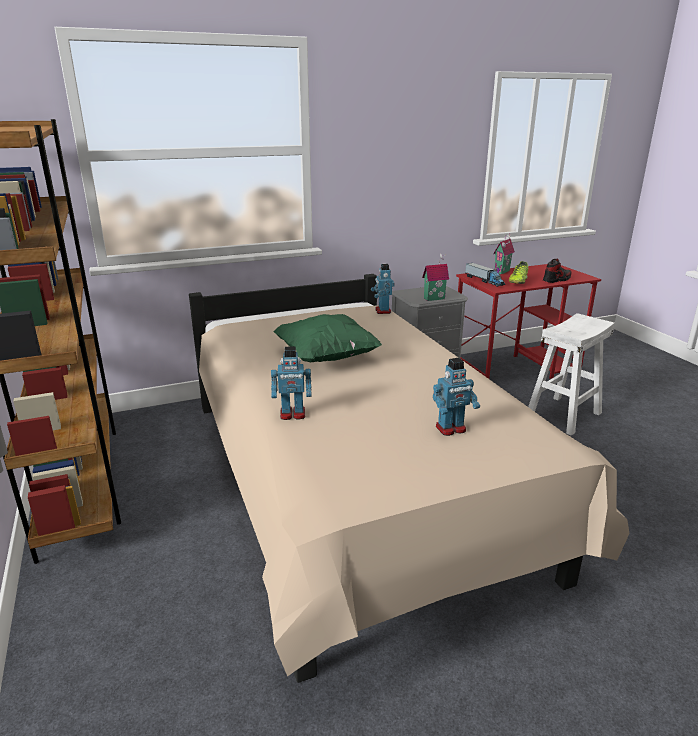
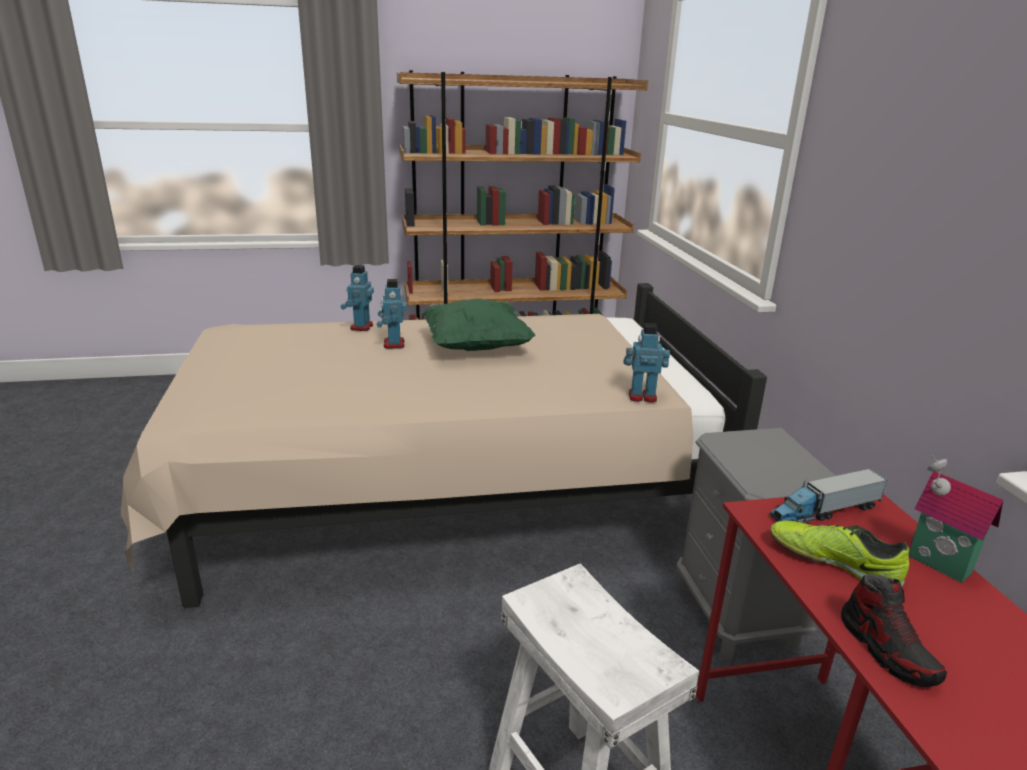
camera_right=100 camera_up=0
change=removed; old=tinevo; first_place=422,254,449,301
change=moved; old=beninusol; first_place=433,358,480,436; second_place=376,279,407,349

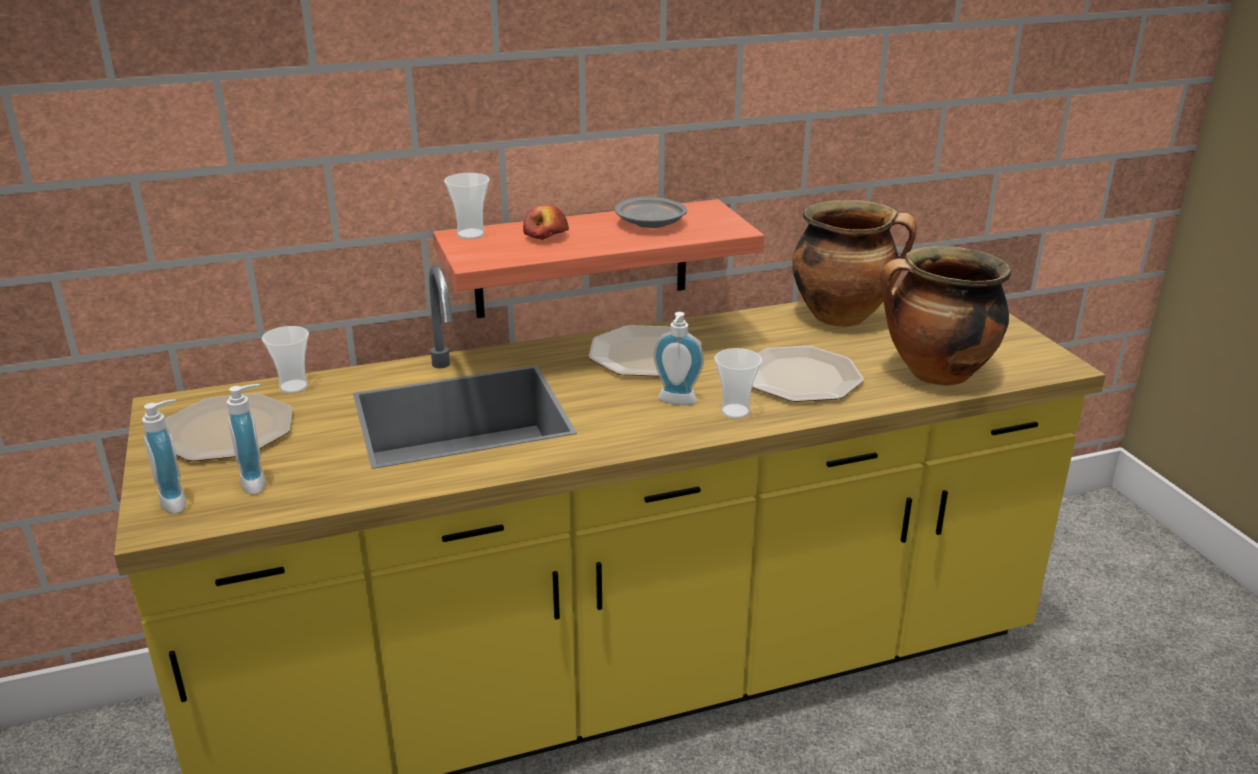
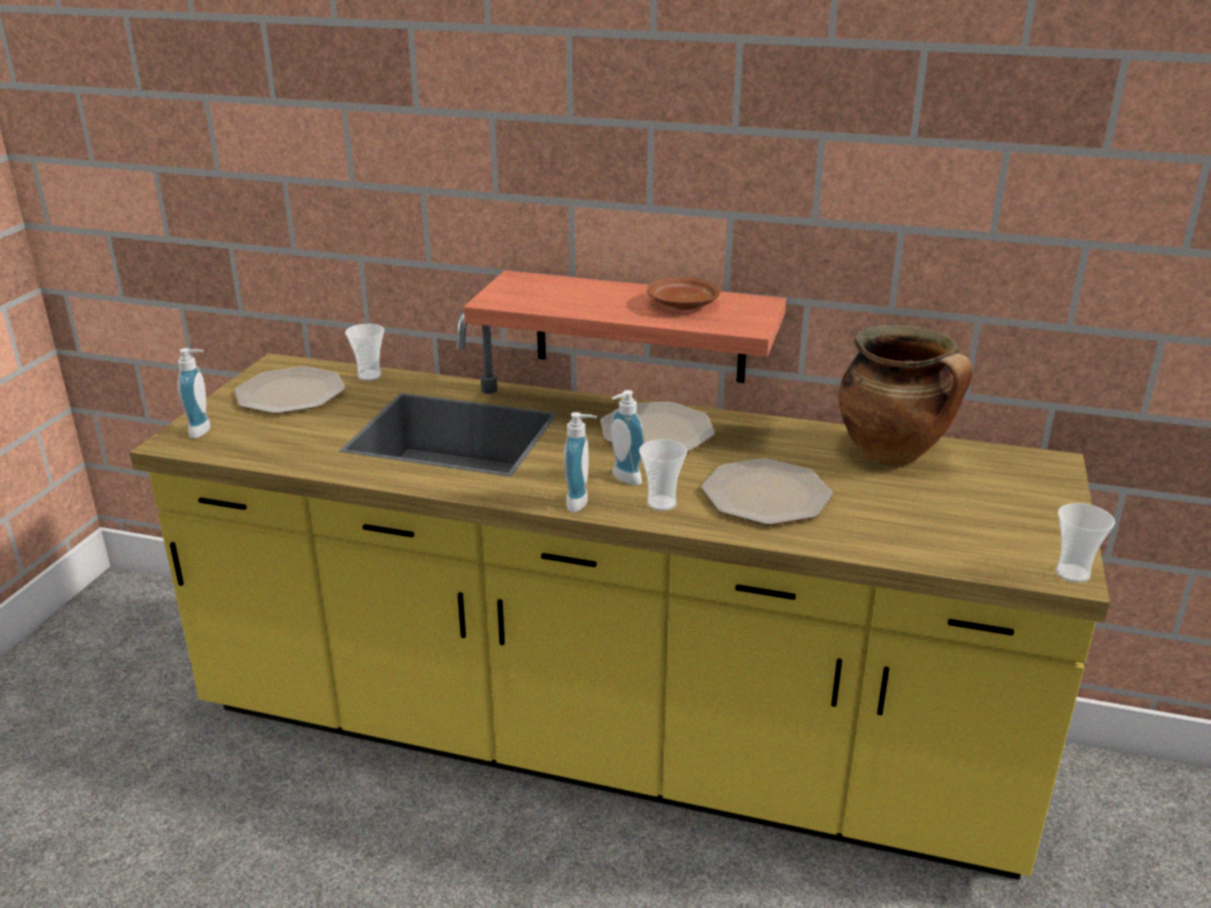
camera_right=35 camera_up=0
change=removed; old=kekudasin; first_place=523,205,569,240
change=removed; old=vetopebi; first_place=880,246,1011,386
change=moved; old=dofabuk; first_place=227,384,265,495; second_place=564,412,597,512
change=moved; old=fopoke; first_place=444,173,490,239; second_place=1056,503,1115,583
change=recoloured; old=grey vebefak; new=brown vebefak; first_place=615,196,687,228; second_place=647,277,720,310

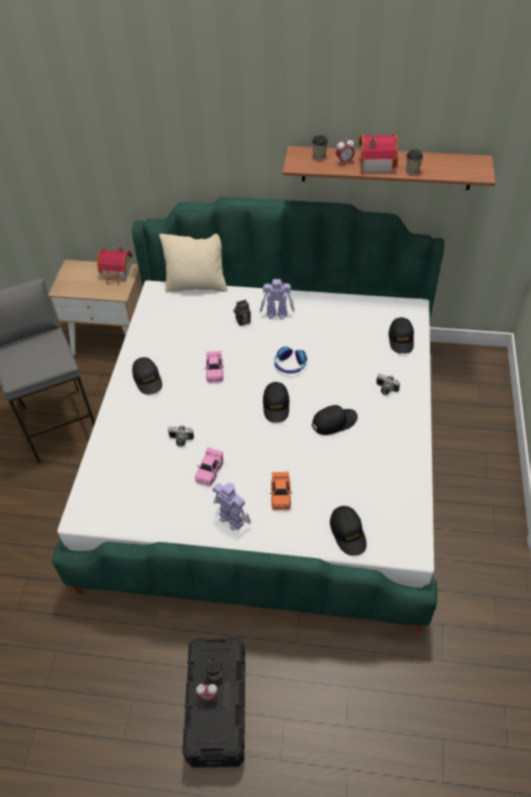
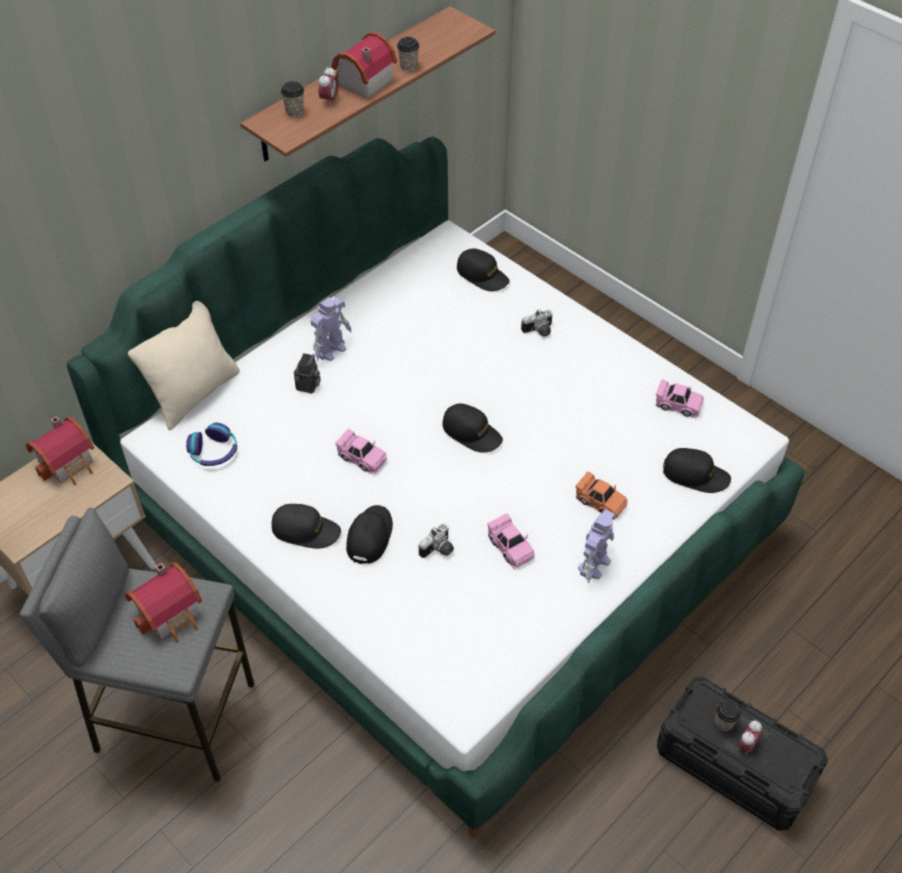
camera_right=-55 camera_up=0
change=added; new=tinevo; second_place=125,562,202,643
change=added; new=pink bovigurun; second_place=656,379,704,418
change=moved; old=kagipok; first_place=274,347,307,374; second_place=186,423,238,466
change=moved; old=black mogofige; first_place=312,405,358,435; second_place=346,505,393,564
change=turned; old=beninusol; first_place=213,483,251,530; second_place=578,509,616,583; degrees=135

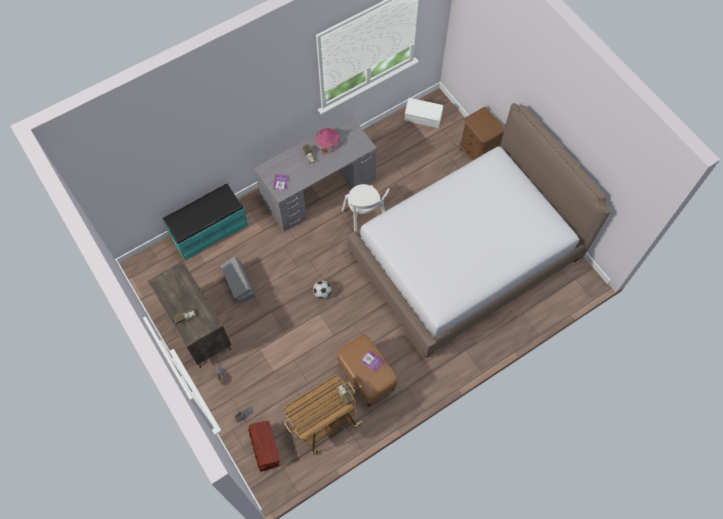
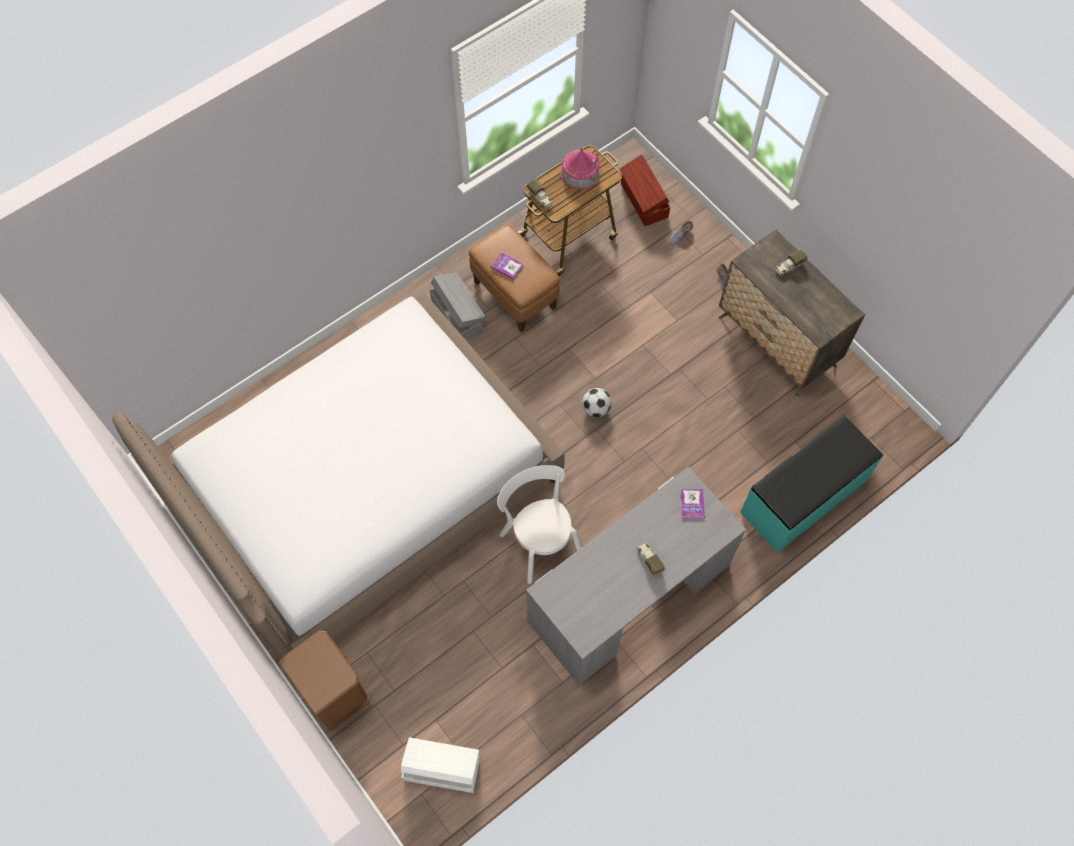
camera_right=175 camera_up=0
change=moved; old=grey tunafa; first_place=221,257,256,304; second_place=430,272,486,341
change=moved; old=tinevo; first_place=315,128,340,155; second_place=561,147,600,189

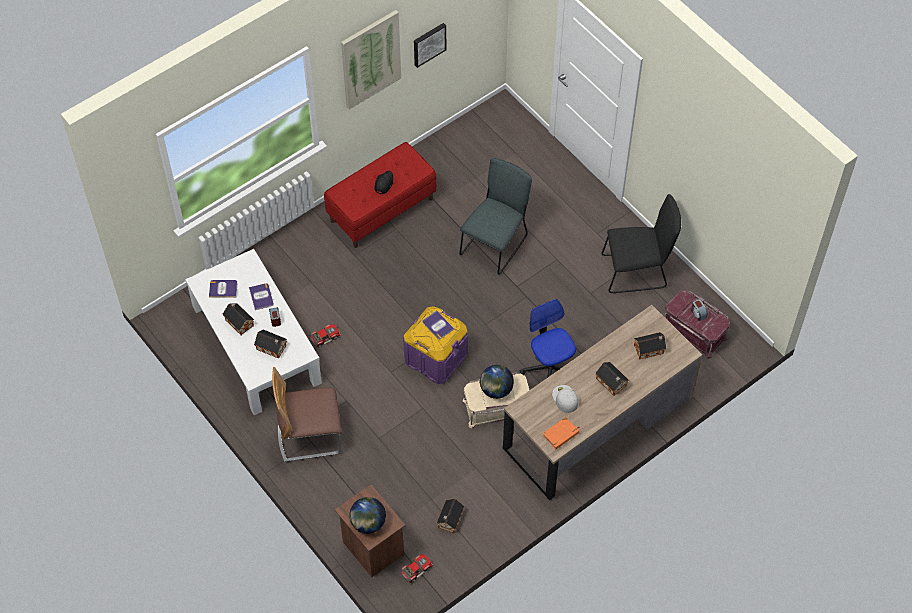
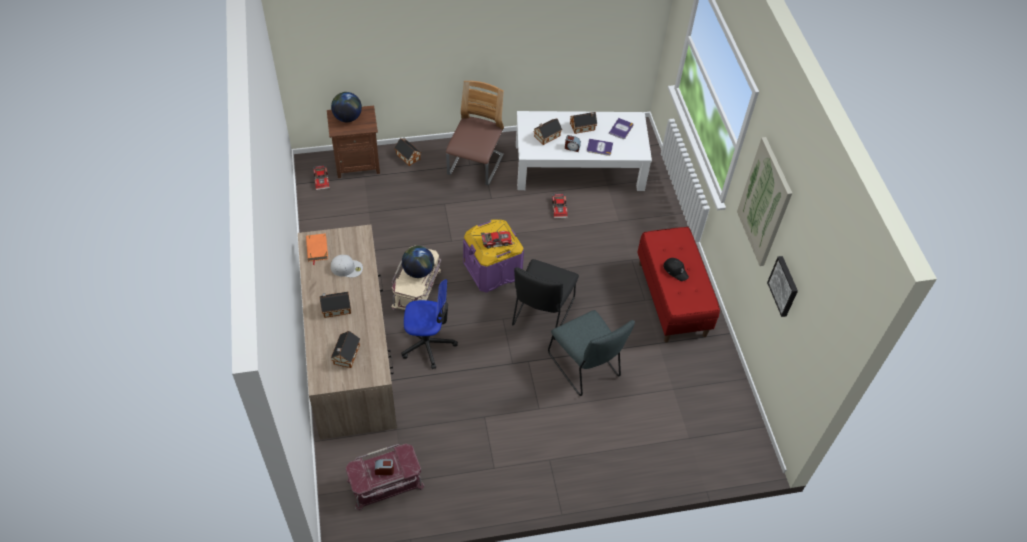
camera_right=115 camera_up=-5
change=moved; old=tinevo; first_place=436,499,464,533; second_place=394,138,421,166
change=moved; old=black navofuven; first_place=601,194,681,293; second_place=512,259,579,340
change=replaced; old=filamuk; new=bovigurun; first_place=423,311,454,339; second_place=481,231,513,249

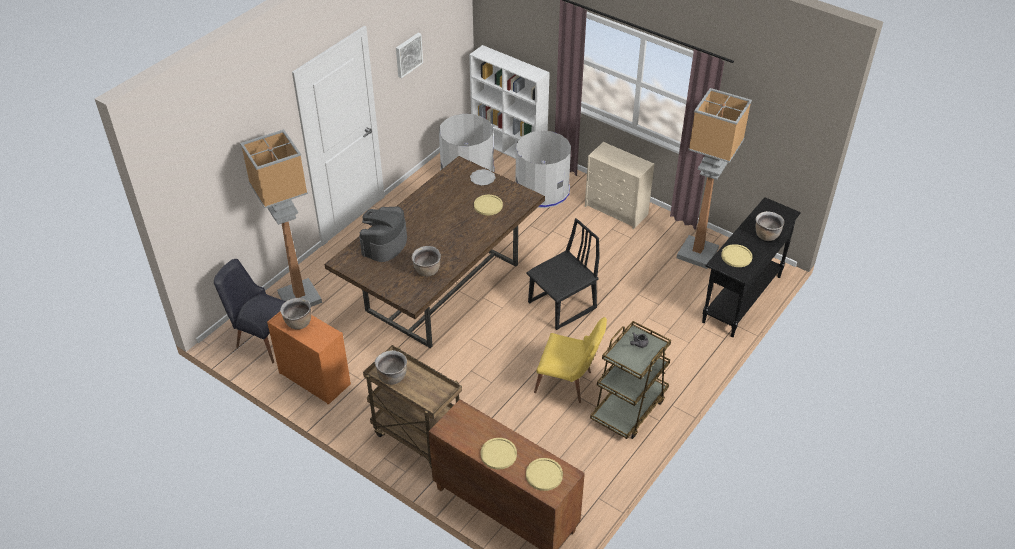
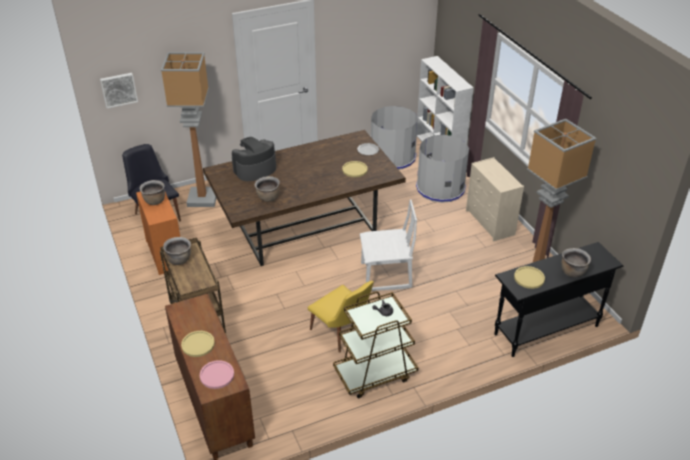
camera_right=30 camera_up=-5
change=moved; old=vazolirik; first_place=396,33,423,78; second_place=100,73,138,108
change=recoloured; old=yellow vebefak; new=pink vebefak; first_place=526,458,563,491; second_place=200,360,234,389
change=recoloured; old=black navofuven; new=white navofuven; first_place=527,218,600,330; second_place=360,199,417,291

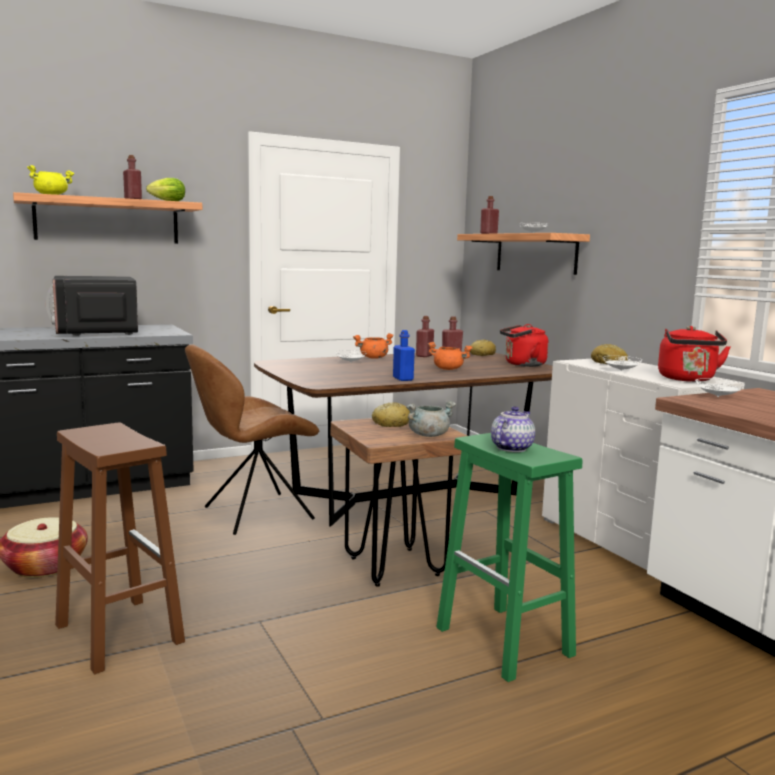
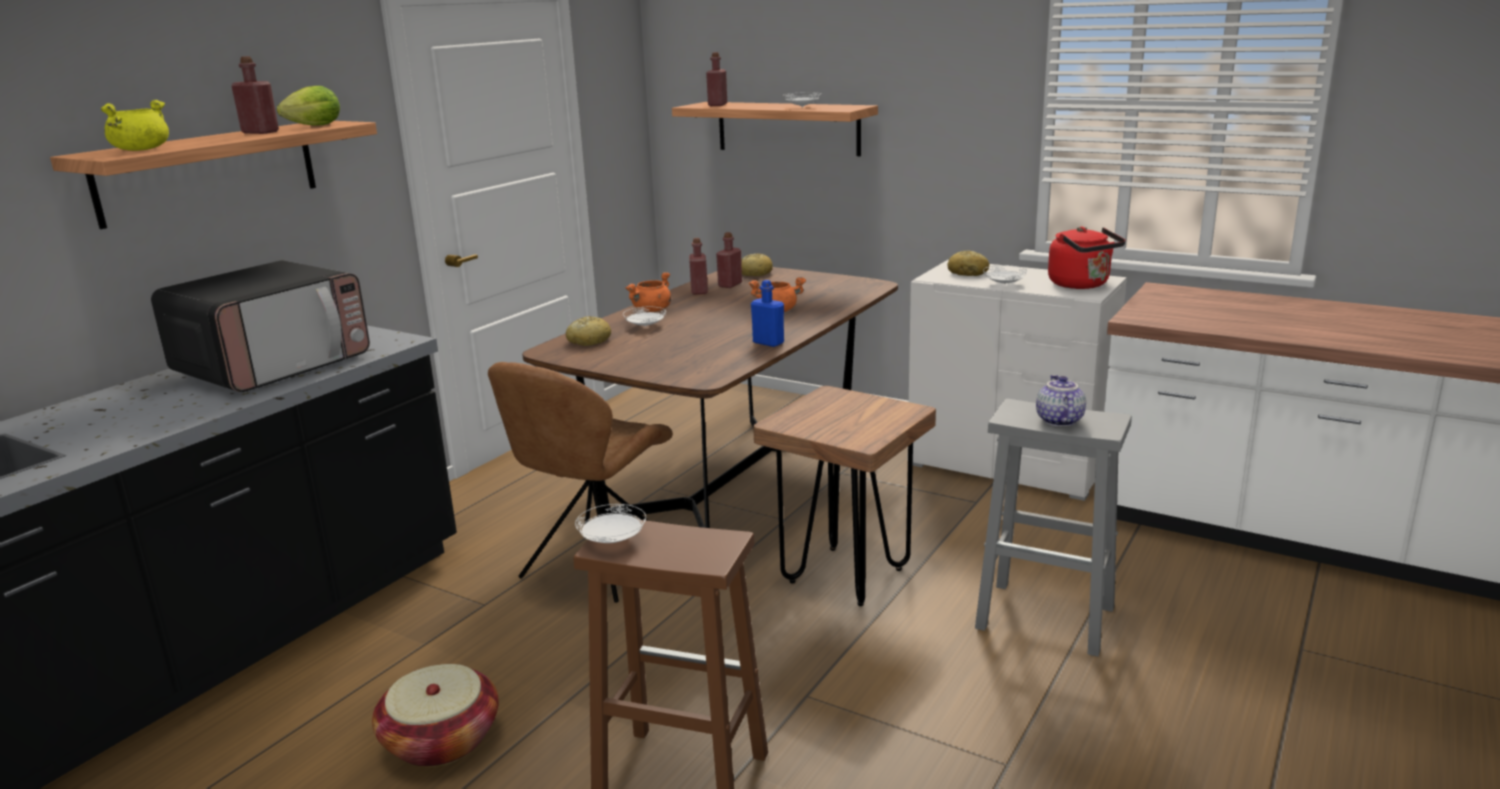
camera_right=-30 camera_up=10
change=removed; old=grey vetopebi; first_place=406,401,456,437
change=removed; old=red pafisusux; first_place=500,324,548,367
change=moved; old=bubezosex; first_place=372,402,410,427; second_place=566,316,611,346
change=moved; old=white vebefak; first_place=695,378,745,397; second_place=575,504,646,543
change=recoloured; old=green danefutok; new=grey danefutok; first_place=436,433,582,682; second_place=975,399,1132,657
change=turned; old=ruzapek; first_place=46,276,138,336; second_place=151,260,370,392; degrees=-90

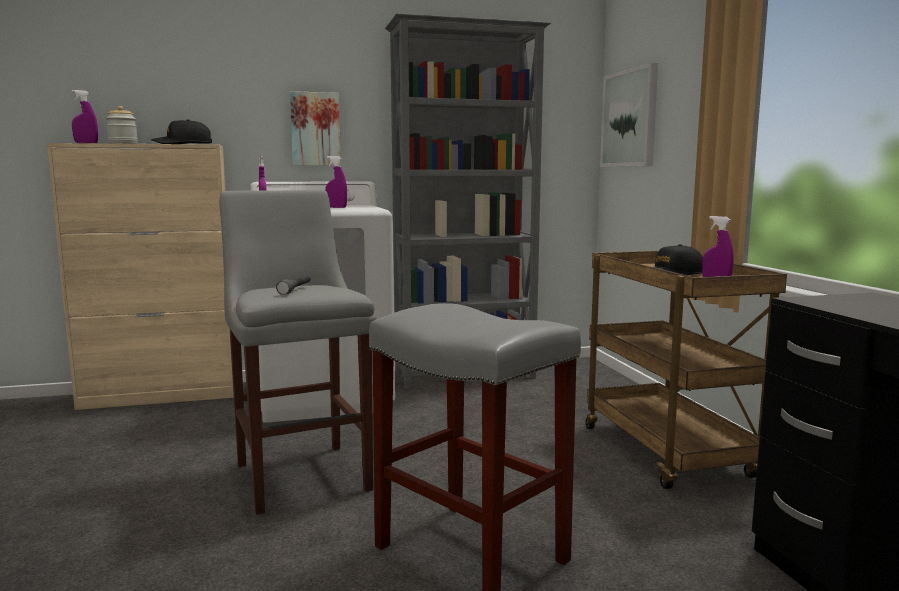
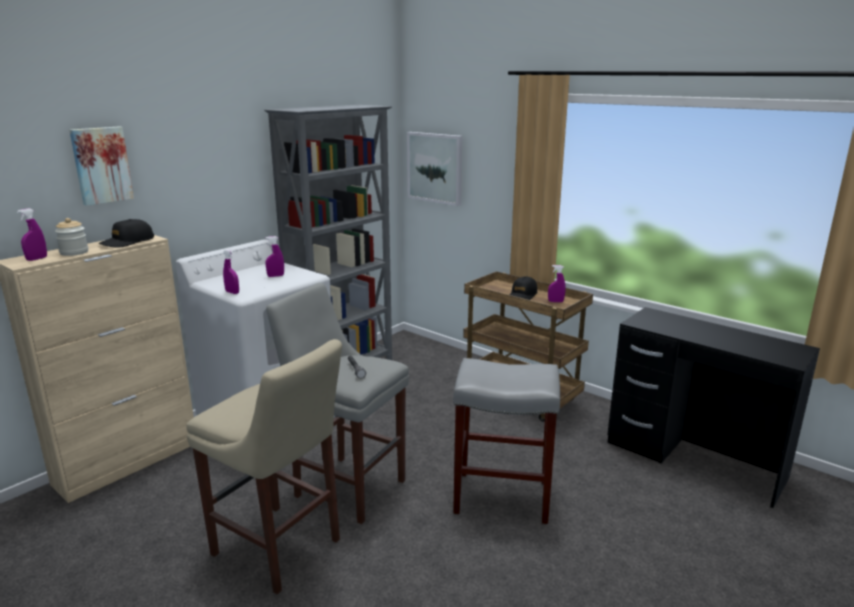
camera_right=-35 camera_up=10
change=added; new=beige danefutok; second_place=186,339,342,594
change=moved; old=vazolirik; first_place=290,91,341,166; second_place=69,126,134,206

